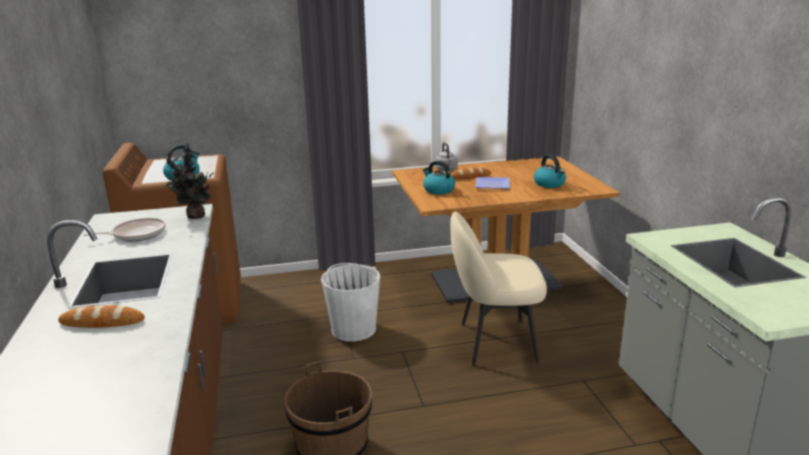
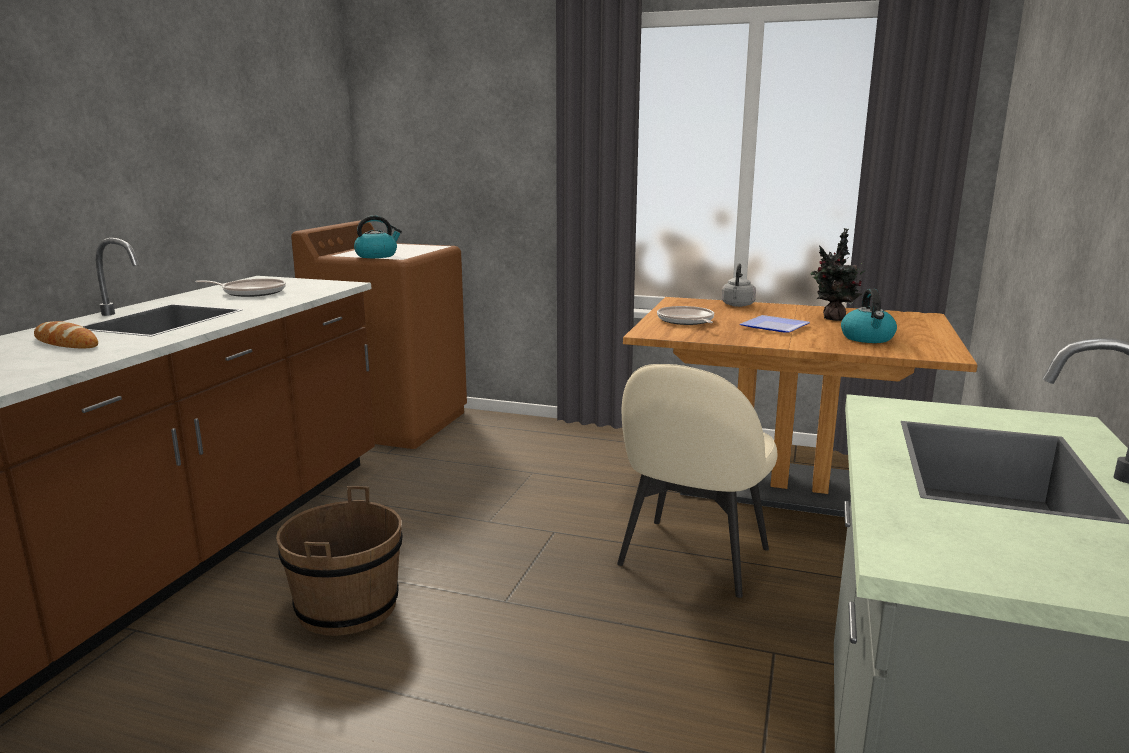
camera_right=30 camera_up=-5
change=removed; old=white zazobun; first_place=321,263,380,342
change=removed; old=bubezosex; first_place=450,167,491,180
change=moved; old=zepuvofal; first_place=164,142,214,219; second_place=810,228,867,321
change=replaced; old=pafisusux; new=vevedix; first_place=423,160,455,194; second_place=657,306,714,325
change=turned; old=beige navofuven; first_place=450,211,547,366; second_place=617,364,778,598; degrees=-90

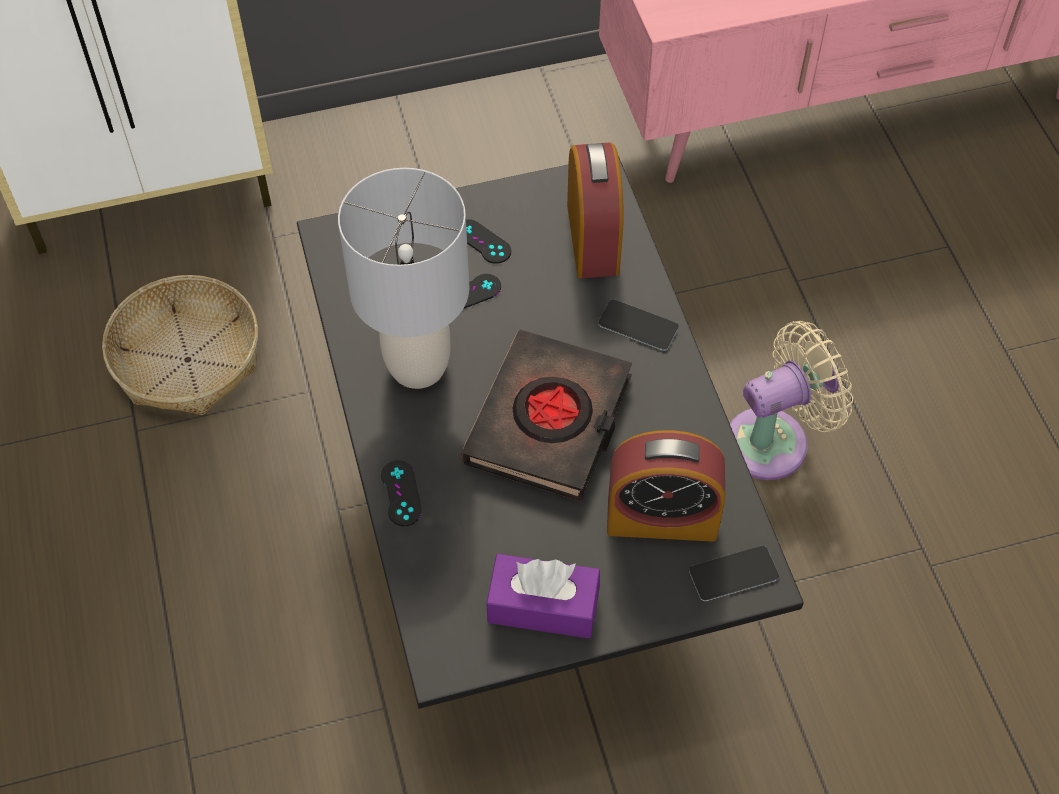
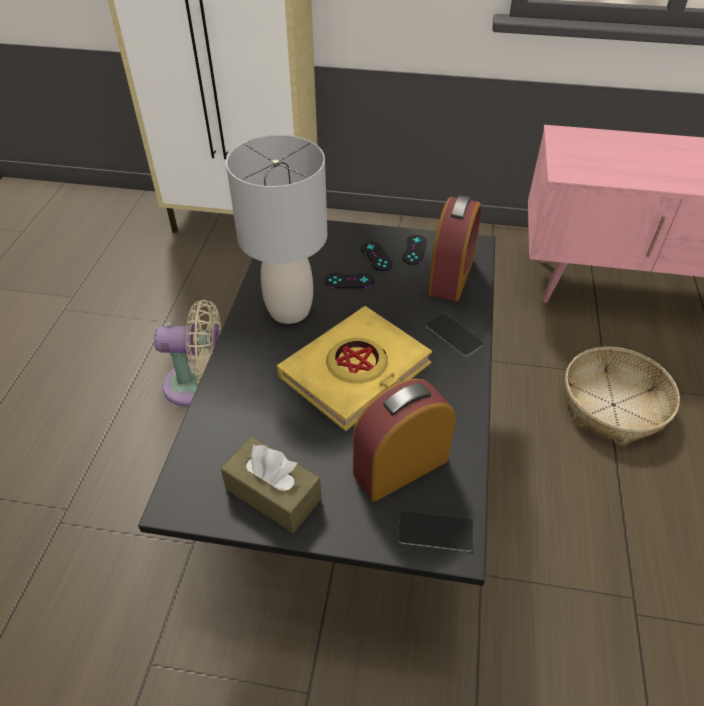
camera_right=25 camera_up=-10
change=moved; old=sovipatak; first_place=102,275,258,415; second_place=565,347,680,445
change=moved; old=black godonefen; first_place=381,460,422,526; second_place=402,235,427,265
change=moved; old=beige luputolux; first_place=730,321,853,480; second_place=154,300,221,406
change=recoloured; old=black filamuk; new=yellow filamuk; first_place=461,329,632,501; second_place=277,306,432,431
change=recoloured; old=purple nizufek; new=brown nizufek; first_place=486,554,600,639; second_place=221,437,321,533
change=turned; old=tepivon; first_place=607,430,725,542; second_place=353,379,455,502; degrees=120

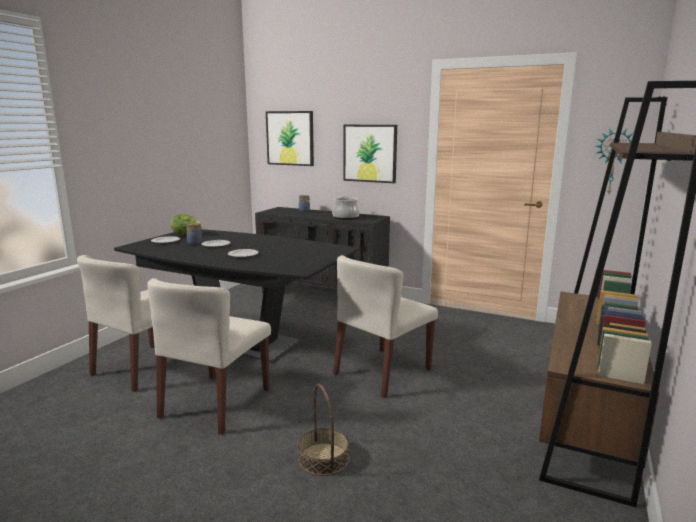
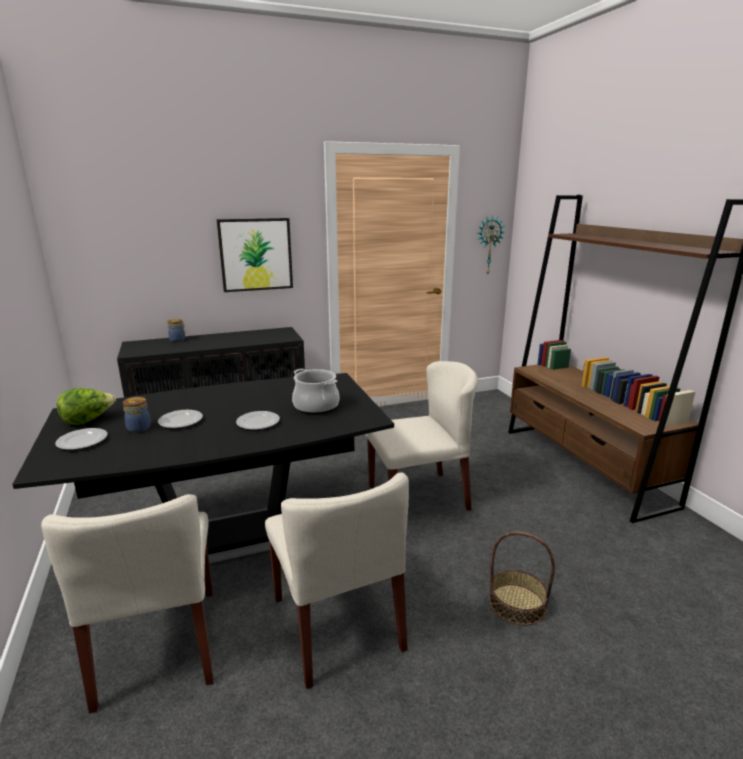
camera_right=-45 camera_up=5
change=removed; old=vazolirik; first_place=266,111,314,166
change=moved; old=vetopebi; first_place=332,196,360,220; second_place=292,369,339,414
change=turned; old=beige navofuven; first_place=333,255,438,398; second_place=365,361,478,511; degrees=-105

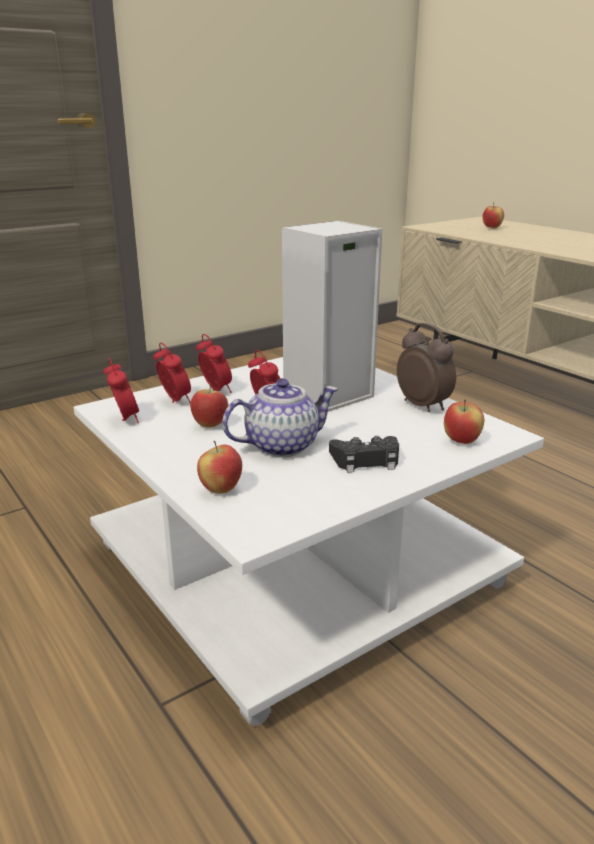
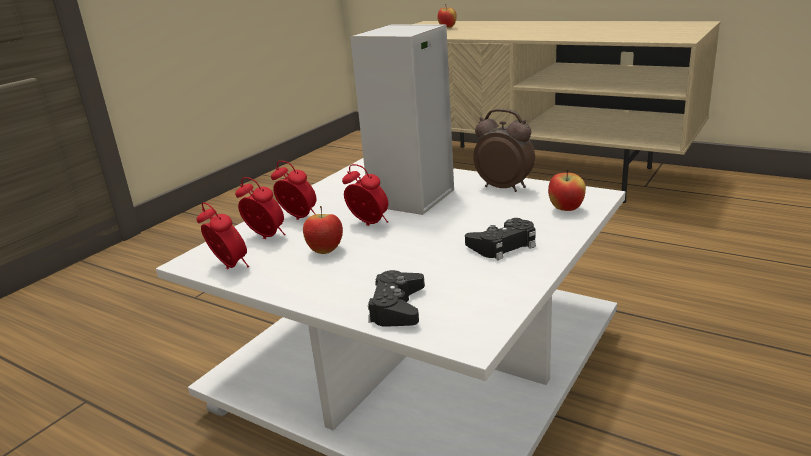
camera_right=-20 camera_up=0
change=removed; old=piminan; first_place=222,378,338,457
change=replaced; old=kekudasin; new=black godonefen; first_place=197,441,242,494; second_place=368,270,425,327

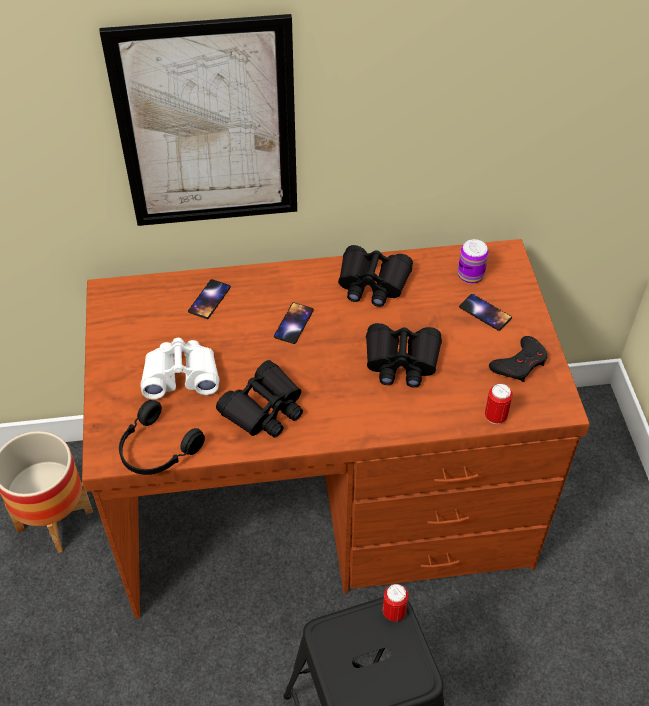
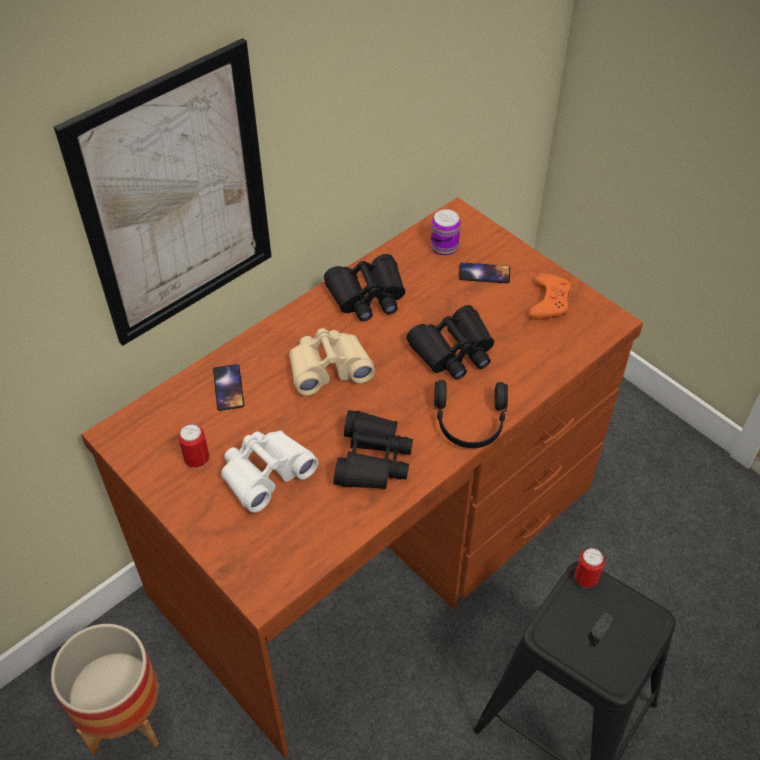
camera_right=-35 camera_up=0
change=moved; old=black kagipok; first_place=119,400,205,475; second_place=434,380,508,448
change=moved; old=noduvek; first_place=485,383,513,424; second_place=178,424,209,468
change=replaced; old=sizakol; new=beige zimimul; first_place=274,303,314,344; second_place=289,328,375,396
change=recoloured; old=black godonefen; new=orange godonefen; first_place=489,336,548,382; second_place=528,274,571,320

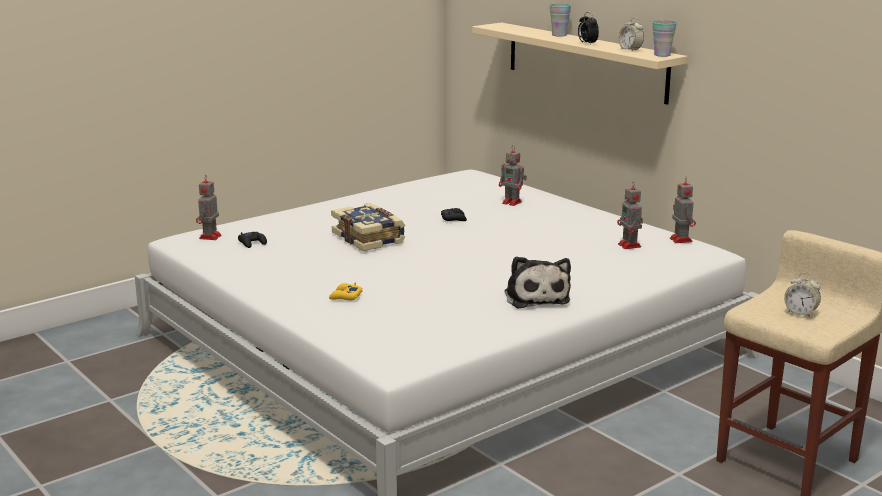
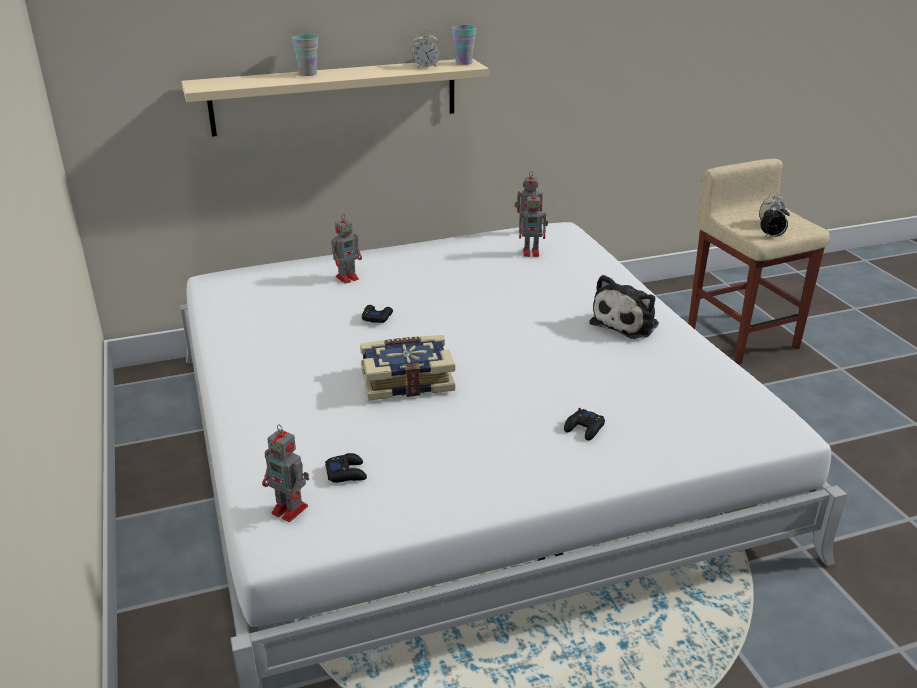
camera_right=-70 camera_up=10
change=moved; old=tepivon; first_place=578,12,599,45; second_place=760,205,790,237
change=recoloured; old=yellow godonefen; new=black godonefen; first_place=329,282,363,300; second_place=564,408,605,441
change=turned; old=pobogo; first_place=504,256,571,308; second_place=589,275,659,339; degrees=120

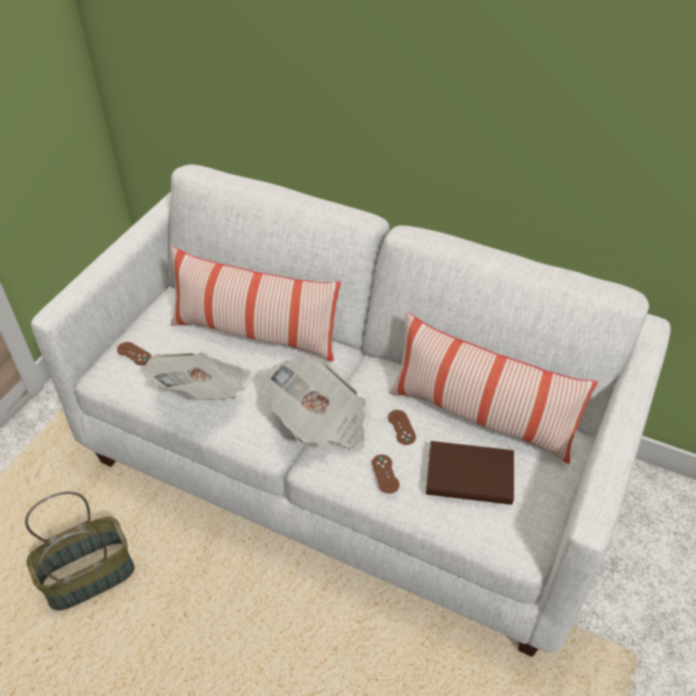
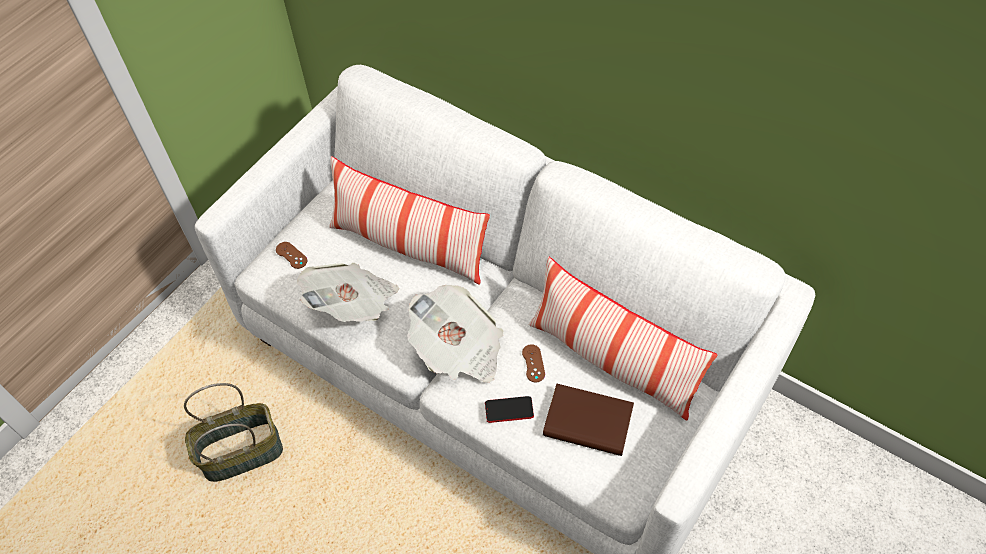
camera_right=10 camera_up=10
change=replaced; old=brown godonefen; new=sizakol; first_place=372,454,400,494; second_place=485,396,534,423

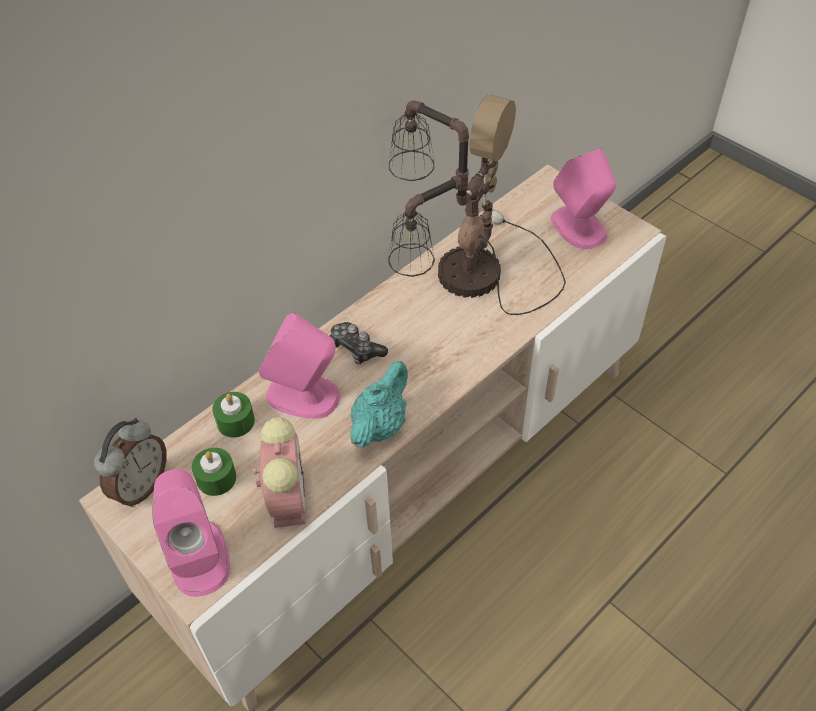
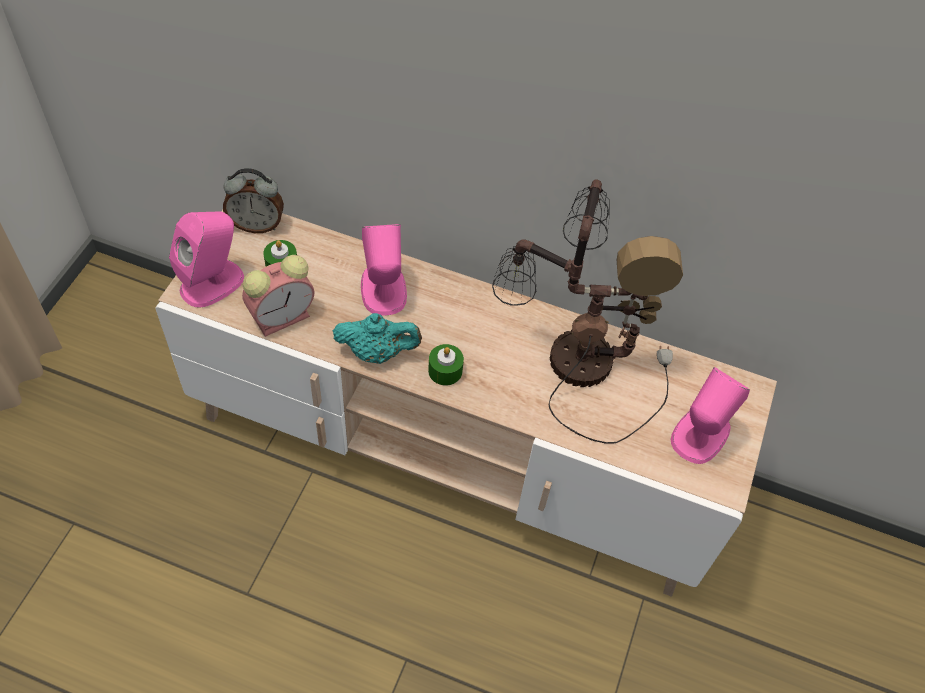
camera_right=60 camera_up=5
change=removed; old=godonefen; first_place=330,322,388,364
change=moved; old=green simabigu; first_place=212,392,255,438; second_place=428,344,464,386

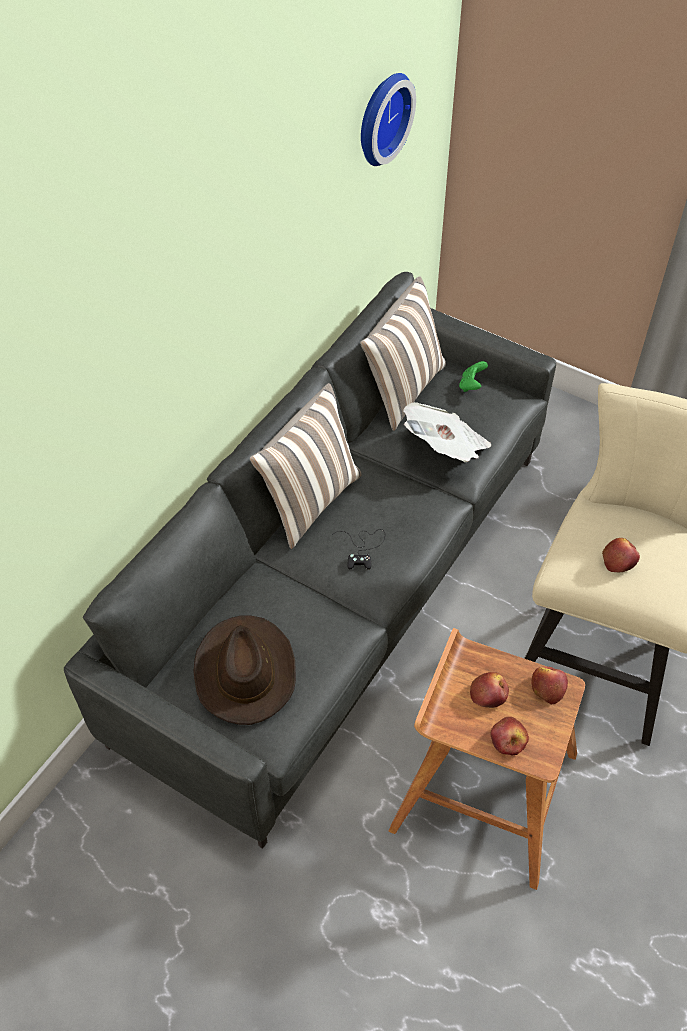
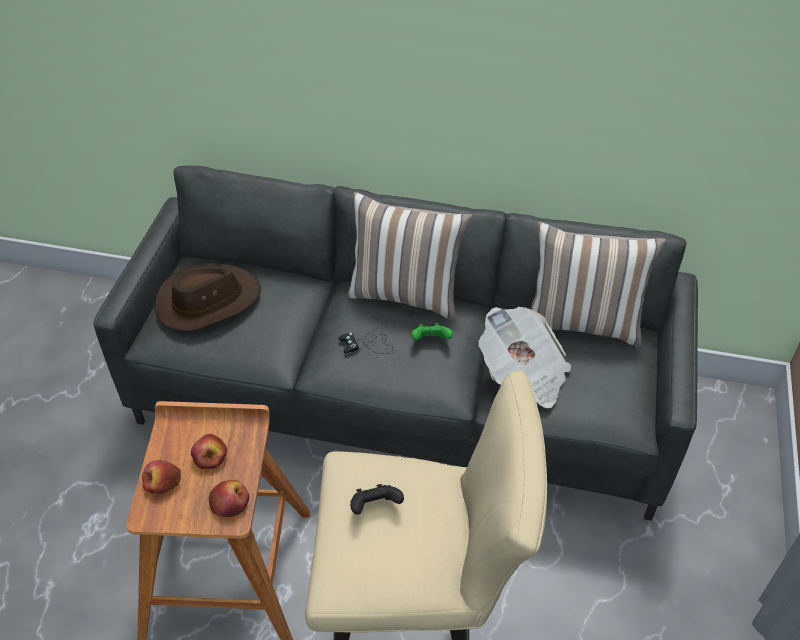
camera_right=70 camera_up=-5
change=removed; old=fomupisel; first_place=361,73,416,166
change=moved; old=green godonefen; first_place=459,361,488,392; second_place=411,323,453,340
change=replaced; old=kekudasin; new=black godonefen; first_place=602,538,640,572; second_place=350,484,404,515

